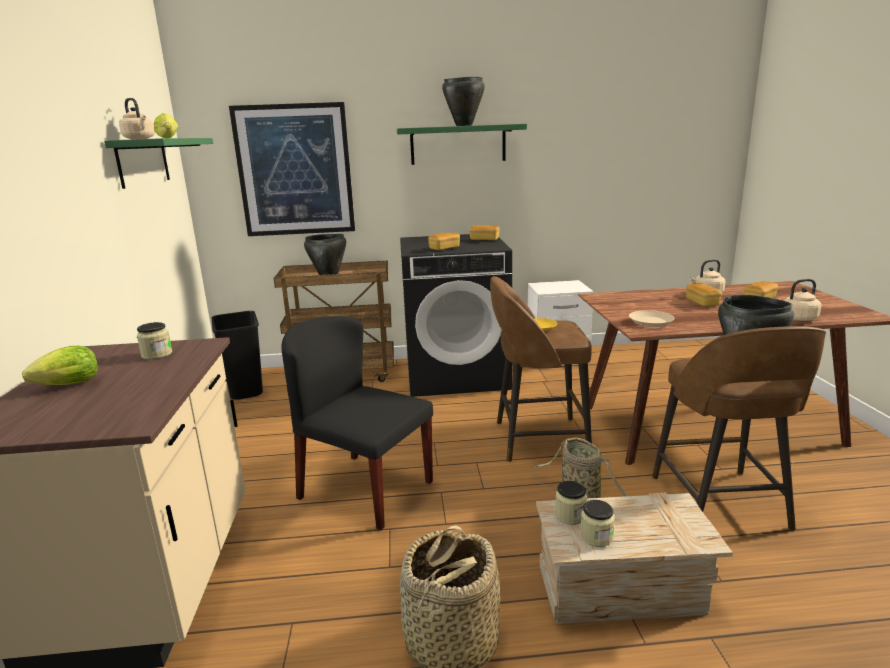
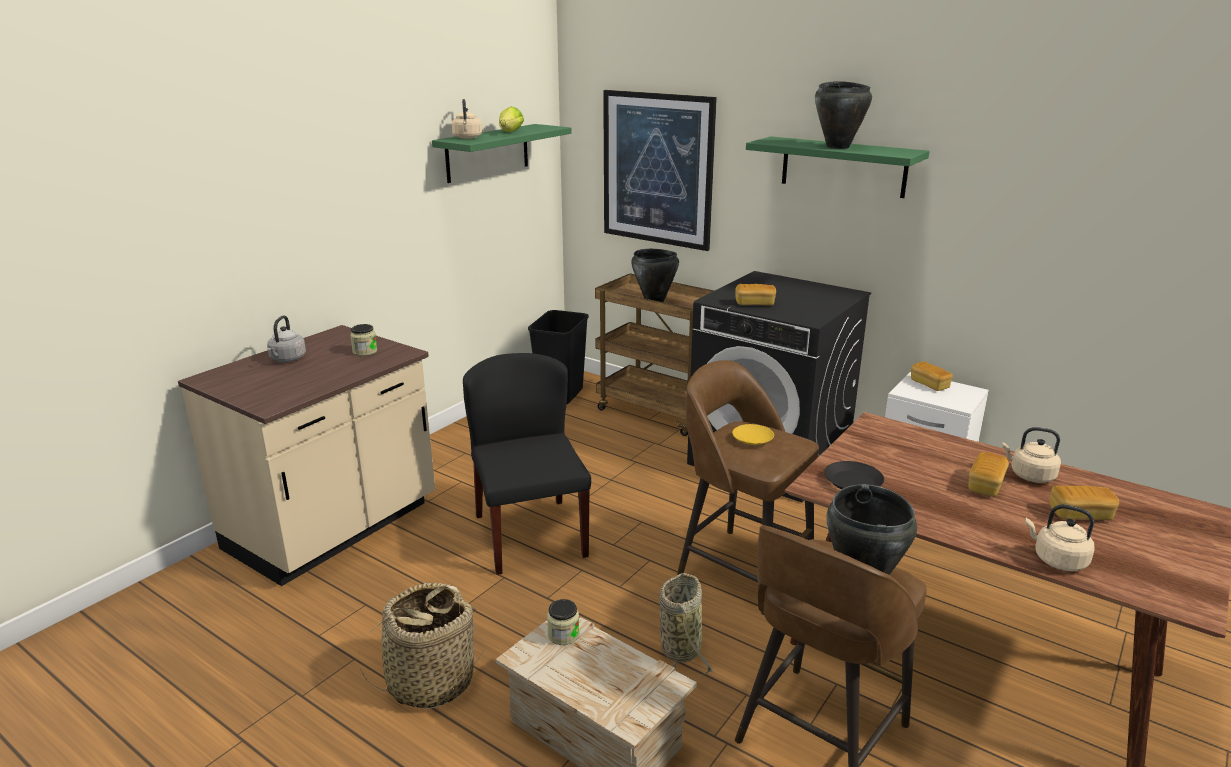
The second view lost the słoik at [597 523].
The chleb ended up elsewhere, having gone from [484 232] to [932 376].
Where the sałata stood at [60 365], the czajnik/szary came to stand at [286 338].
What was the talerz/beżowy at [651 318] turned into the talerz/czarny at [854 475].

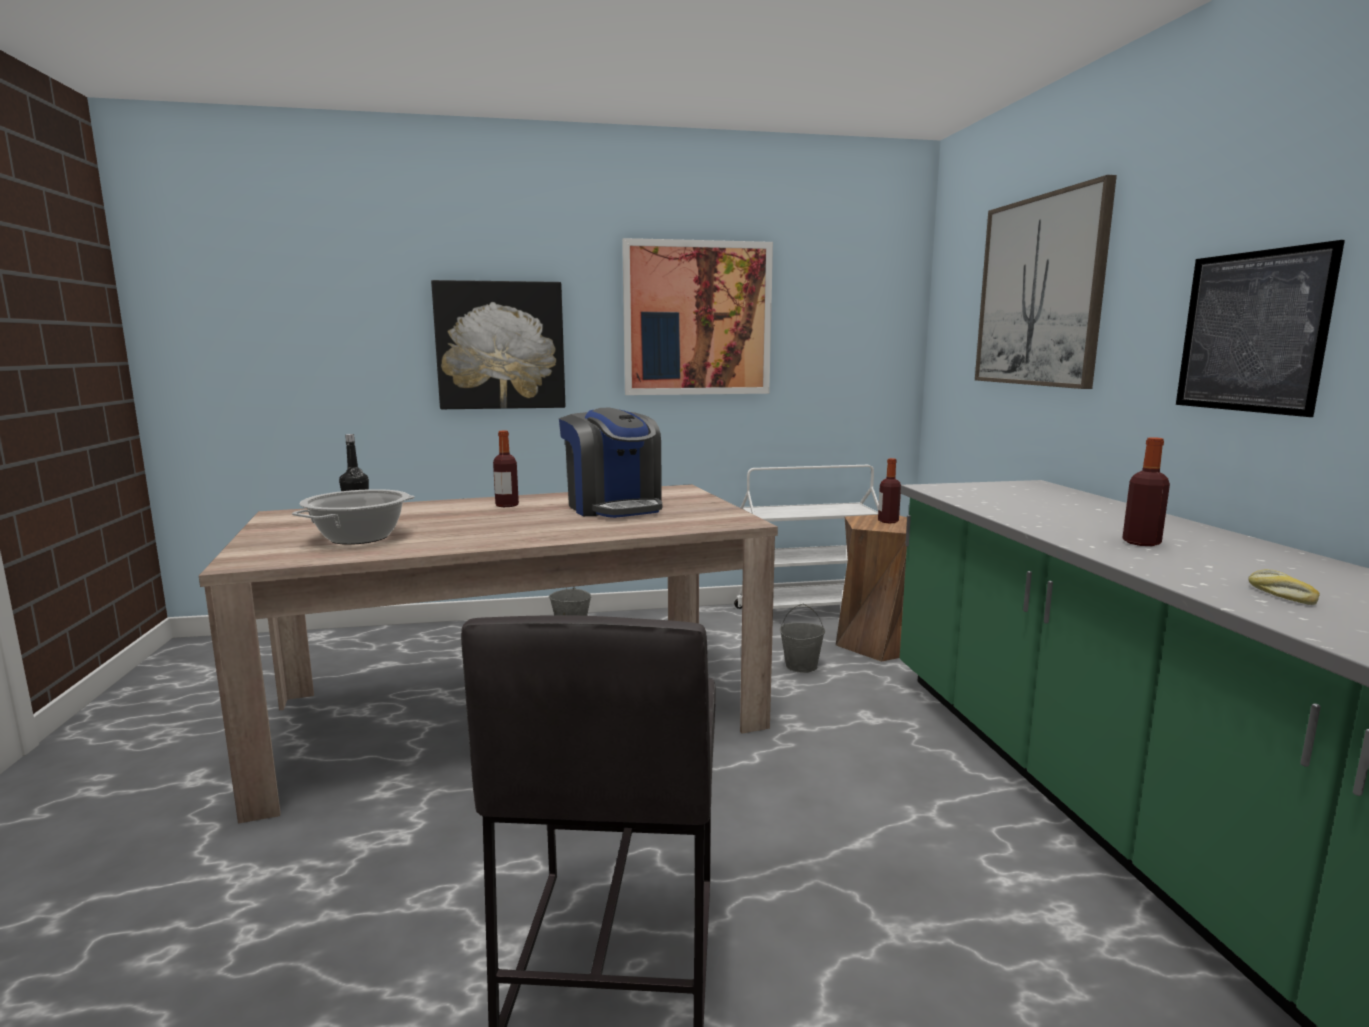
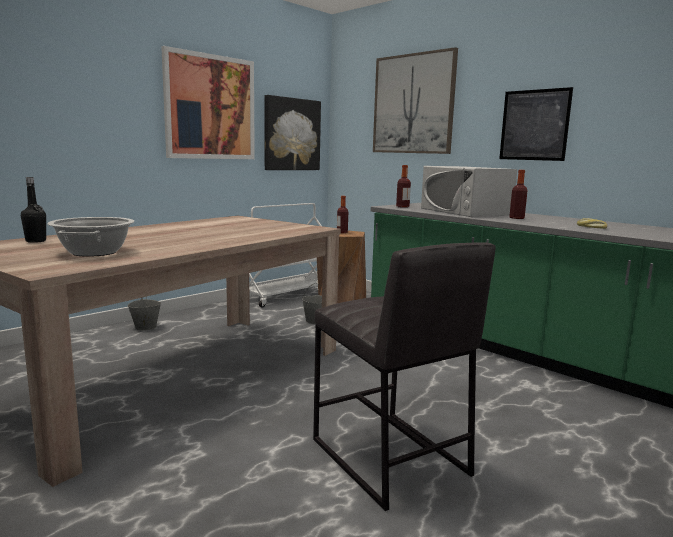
The second view lost the ekspres do kawy at [610 463].
The second view gained the mikrofalówka/biały at [469 191].
The obraz ended up elsewhere, having gone from [498 344] to [292 132].
The butelka ended up elsewhere, having gone from [506 469] to [403 186].

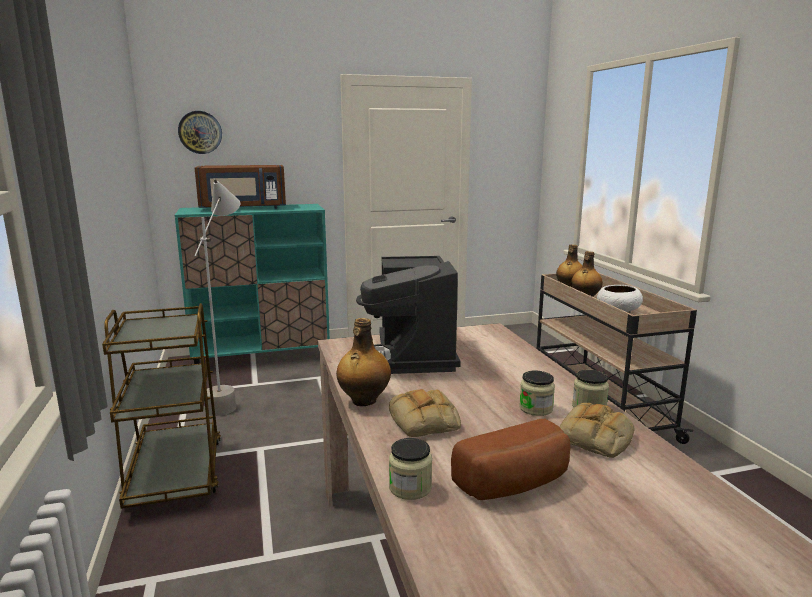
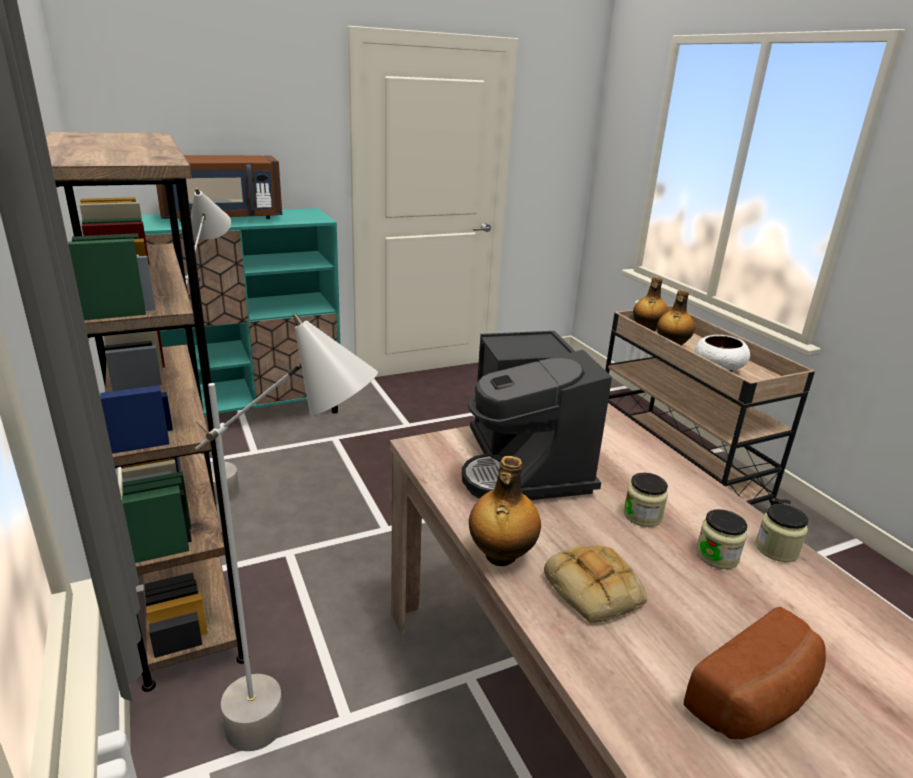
The second view lost the zegar ścienny at [200 132].
The second view lost the chleb at [596 430].
The second view gained the lampa stojąca/szary at [286 532].
The słoik ended up elsewhere, having gone from [410 469] to [645 500].
Where the wózek/brązowy stood at [161 406], the regał/brązowy came to stand at [145 412].

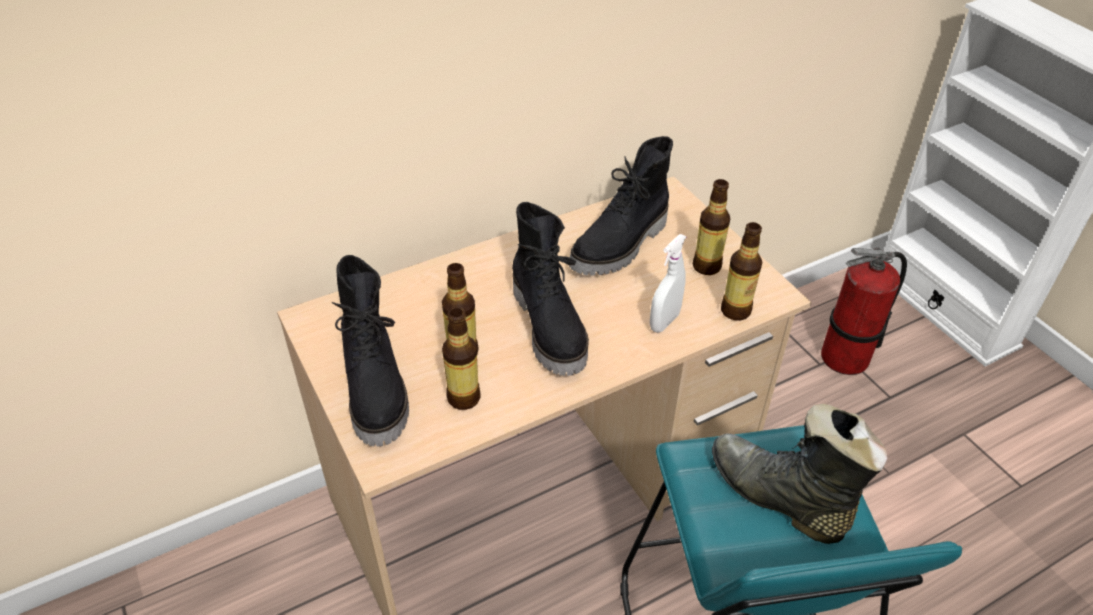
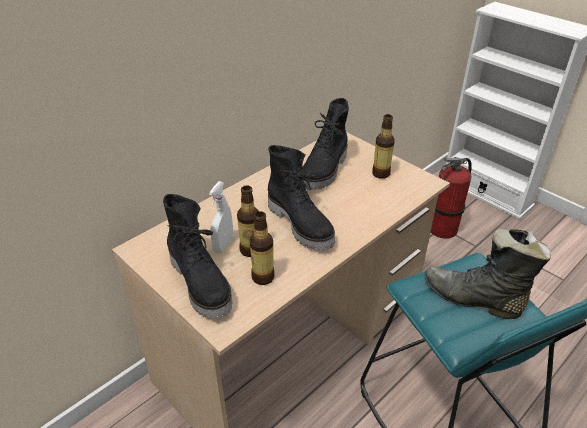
The second view lost the butelka at [741 271].
The spryskiwacz/biały ended up elsewhere, having gone from [668 283] to [221 217].

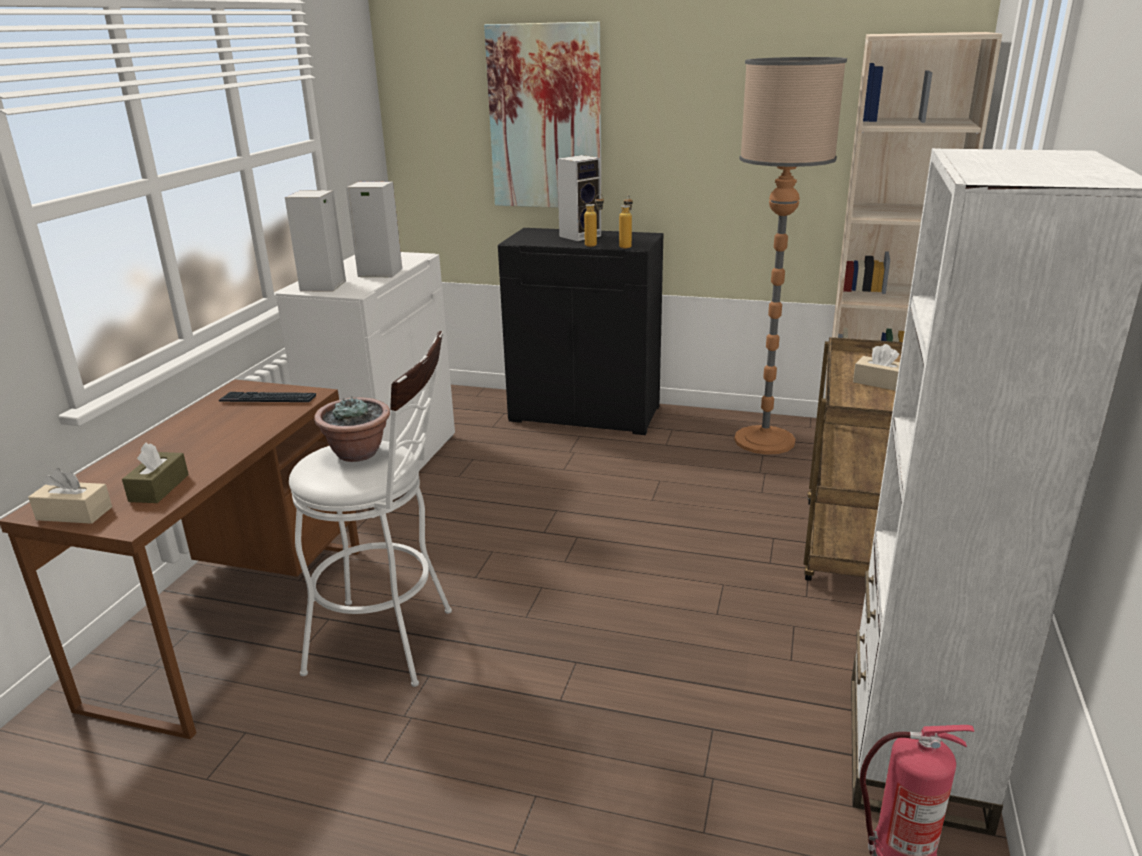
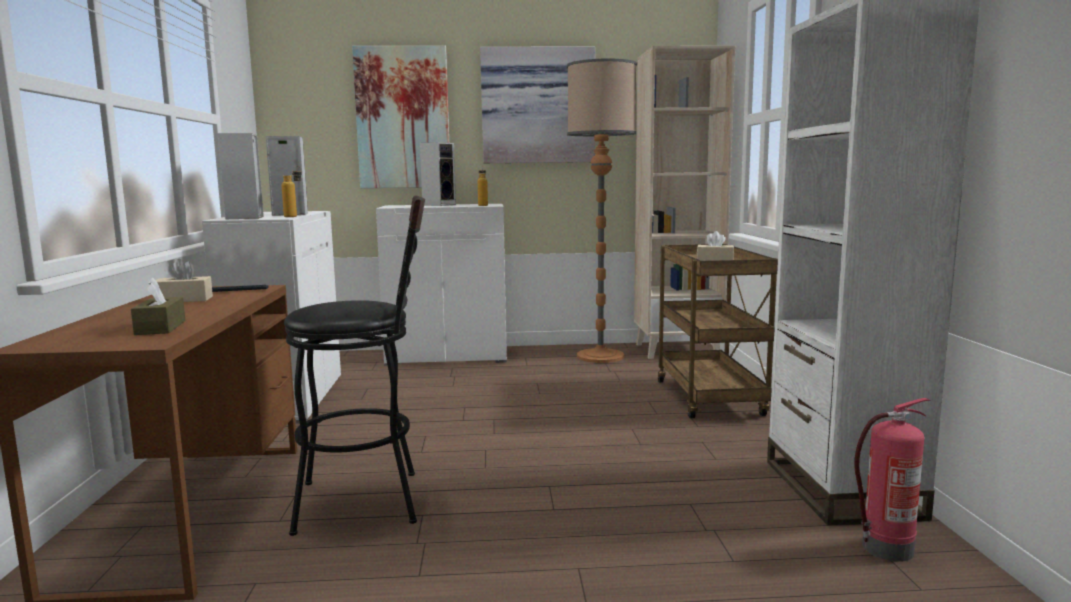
The second view lost the roślina doniczkowa at [352 429].
The second view gained the obraz at [537 104].
The pudełko chusteczek/beżowy ended up elsewhere, having gone from [70 496] to [183 280].
The butelka ended up elsewhere, having gone from [594 220] to [292 191].
What was the stołek/biały at [370 509] turned into the stołek/czarny at [354 366].
What was the szafka/czarny at [580 331] turned into the szafka/biały at [441 285].

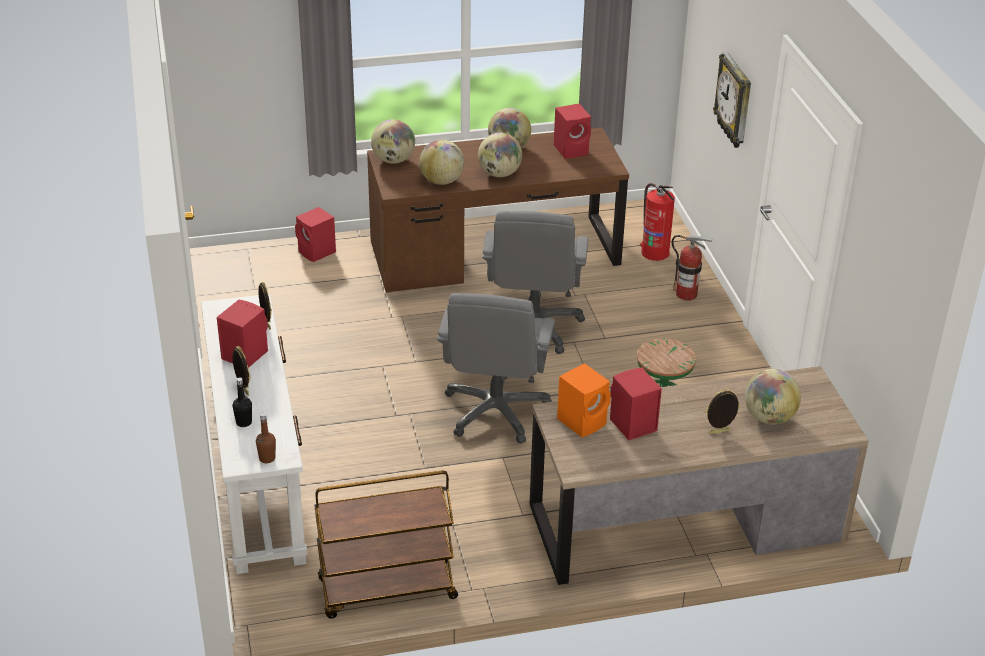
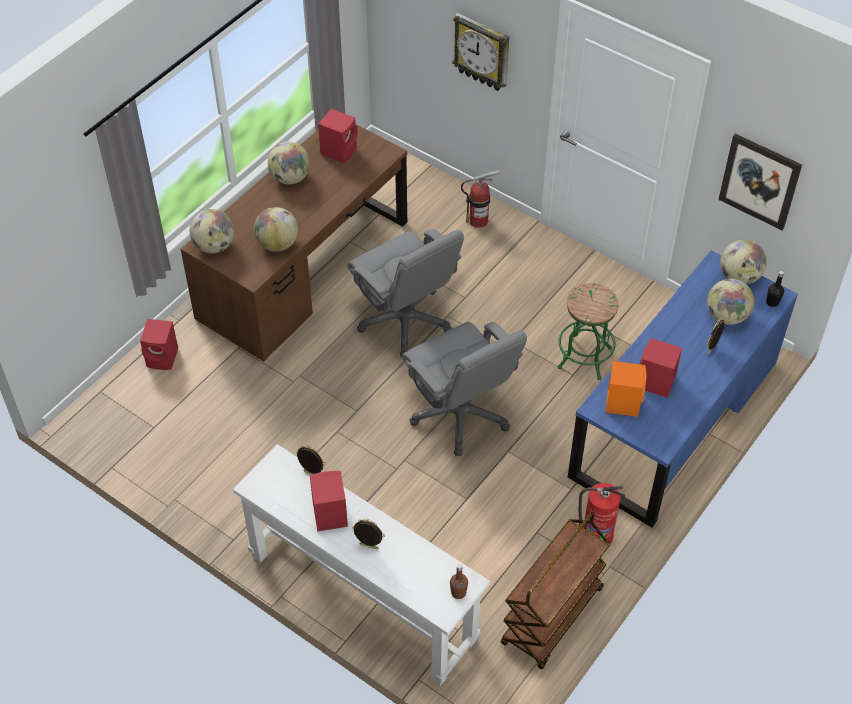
The second view gained the obraz at [760 182].
The butelka/czarny ended up elsewhere, having gone from [242 402] to [775 289].
The globus ended up elsewhere, having gone from [500 155] to [743 262].
The gaśnica ended up elsewhere, having gone from [657 222] to [602 513].
What was the biurko/brązowy at [699 475] turned into the biurko/niebieski at [683 388].

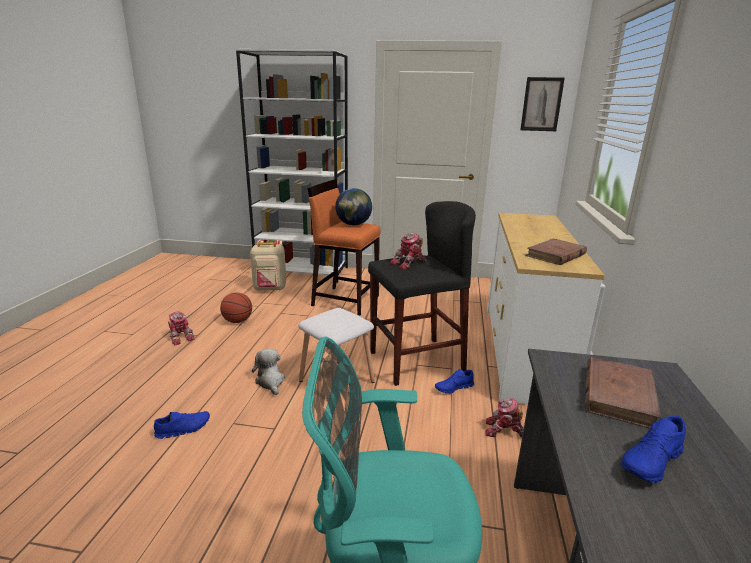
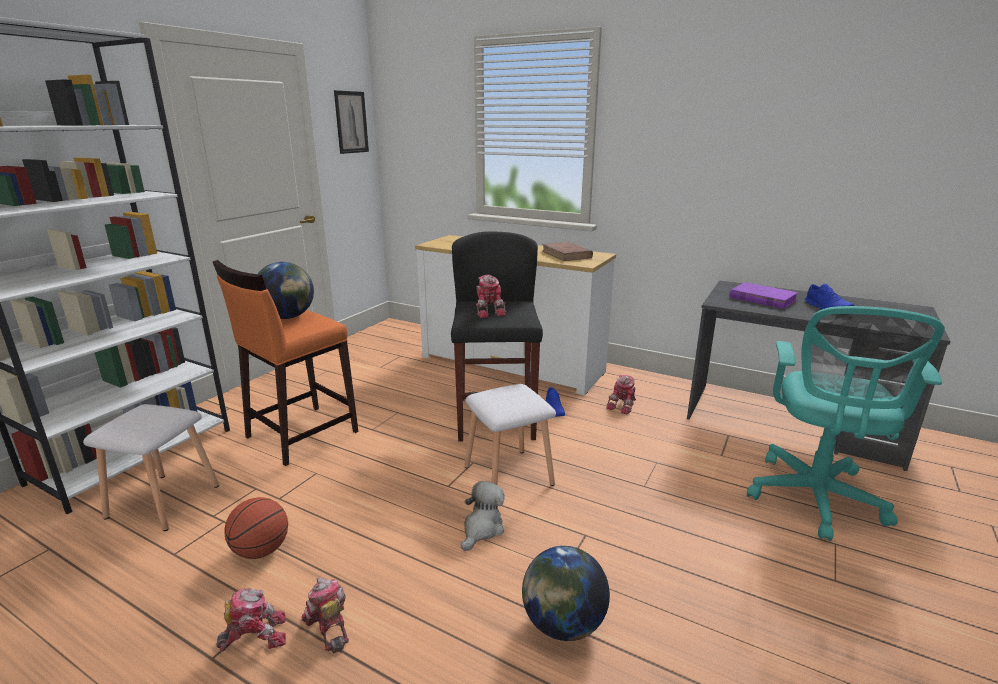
The second view gained the robot zabawkowy at [325 615].
Where the but/niebieski stood at [182 425], the globus came to stand at [566 593].
Where the plecak/beżowy stood at [268 265], the stołek/biały came to stand at [151 467].
What was the książka/brązowy at [623 393] turned into the książka/fioletowy at [764 295].
The pluszak at [268 372] ended up facing another way, 120 degrees clockwise from before.

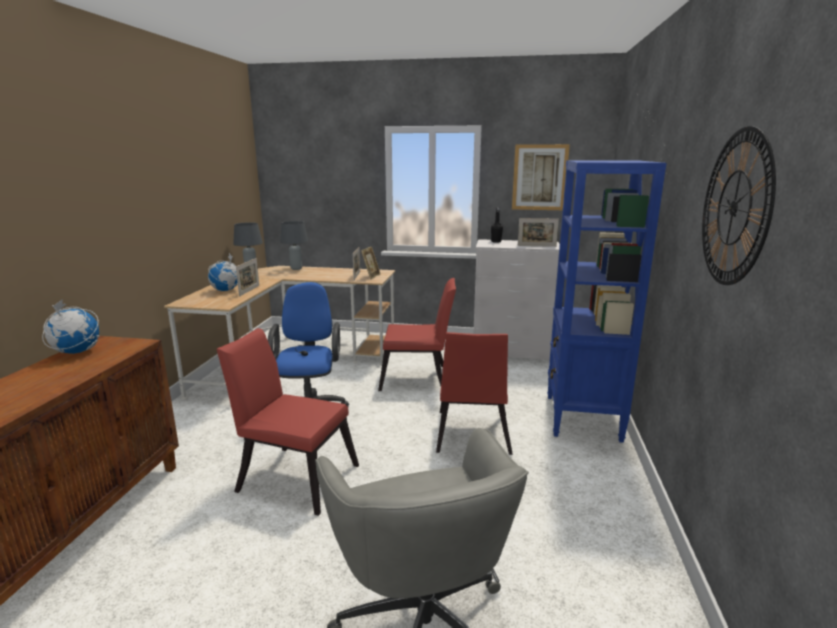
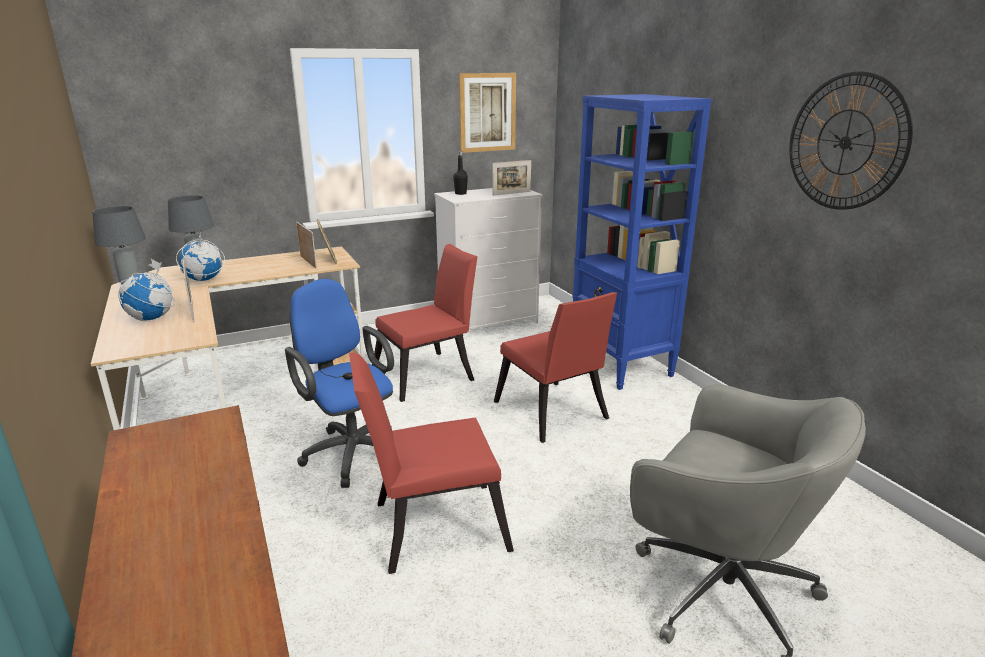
The globus ended up elsewhere, having gone from [70 326] to [200 257].

